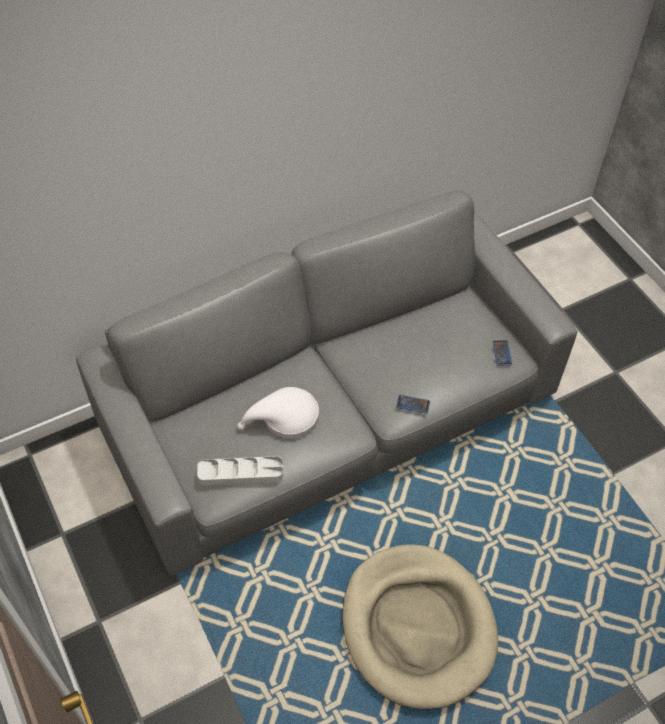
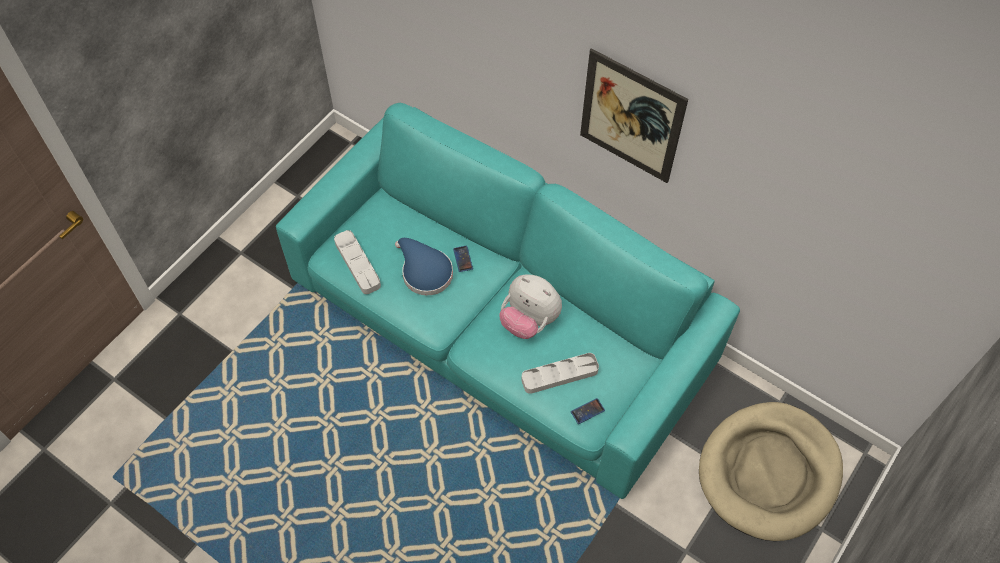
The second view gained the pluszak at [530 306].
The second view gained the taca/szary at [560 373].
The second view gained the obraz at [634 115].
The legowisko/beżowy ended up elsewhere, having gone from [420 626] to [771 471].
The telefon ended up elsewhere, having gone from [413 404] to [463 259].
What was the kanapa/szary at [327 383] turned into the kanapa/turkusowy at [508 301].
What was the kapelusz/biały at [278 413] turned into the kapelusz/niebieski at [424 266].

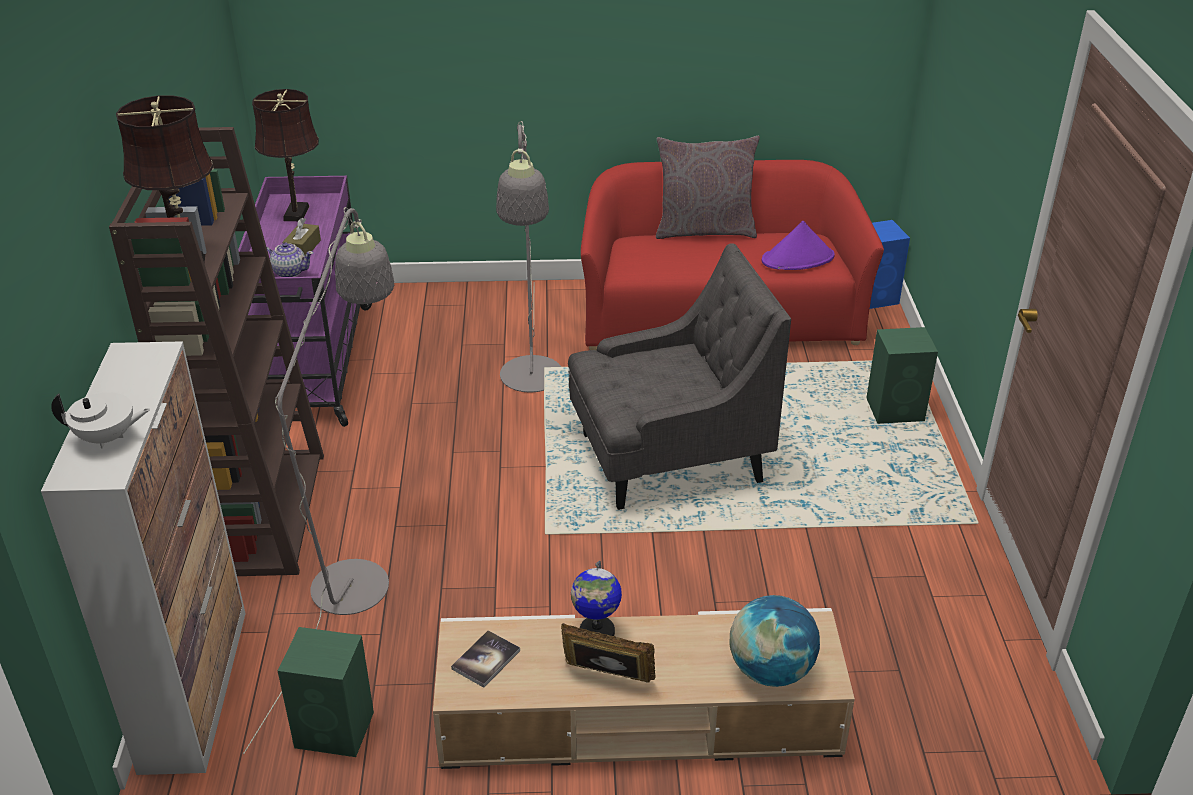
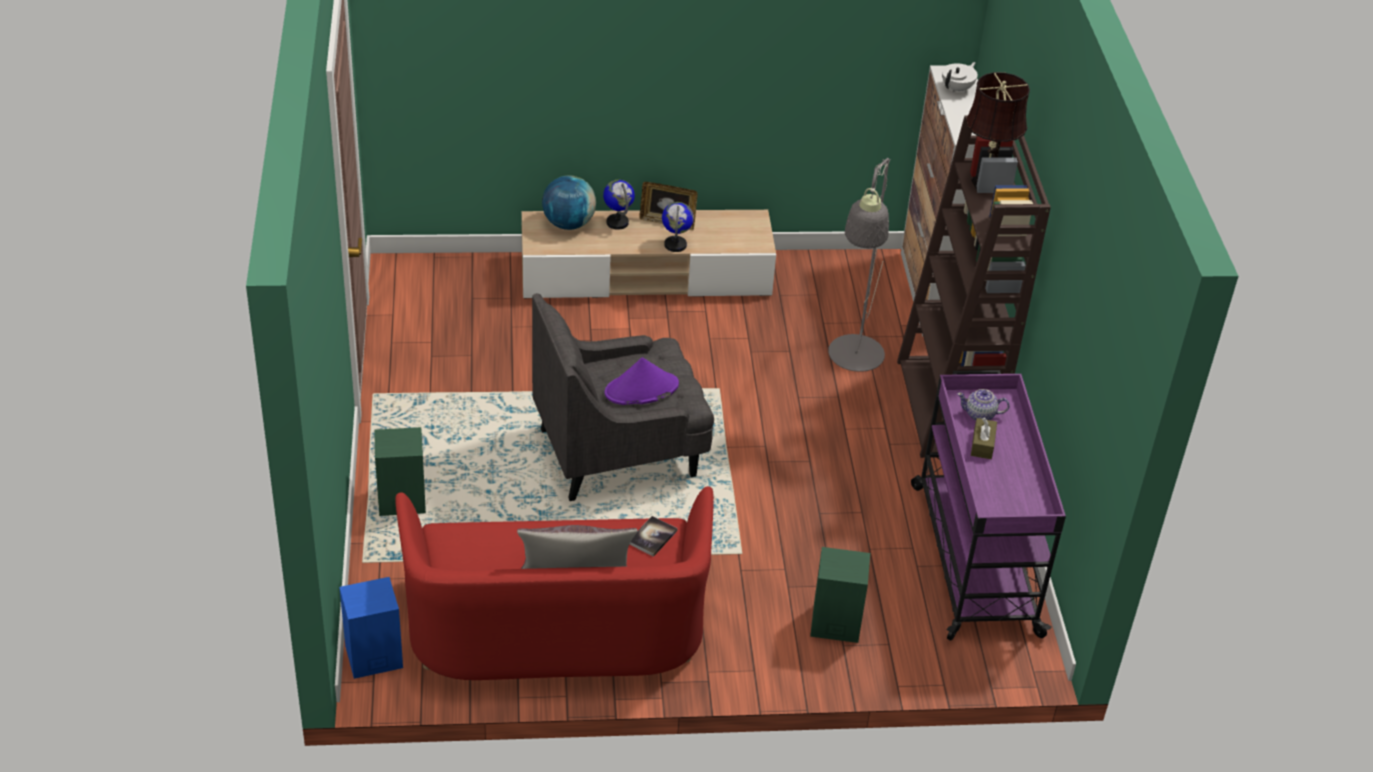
The second view lost the lampa stołowa/brązowy at [285 155].
The second view lost the lampa stojąca/szary at [528 256].
The second view gained the globus at [619 204].
The głośnik/zielony ended up elsewhere, having gone from [326 692] to [840 595].
The książka ended up elsewhere, having gone from [485 659] to [653 536].
The kapelusz/fioletowy ended up elsewhere, having gone from [798 245] to [642 381].
The imbryk/biały at [100 420] ended up facing another way, 135 degrees clockwise from before.

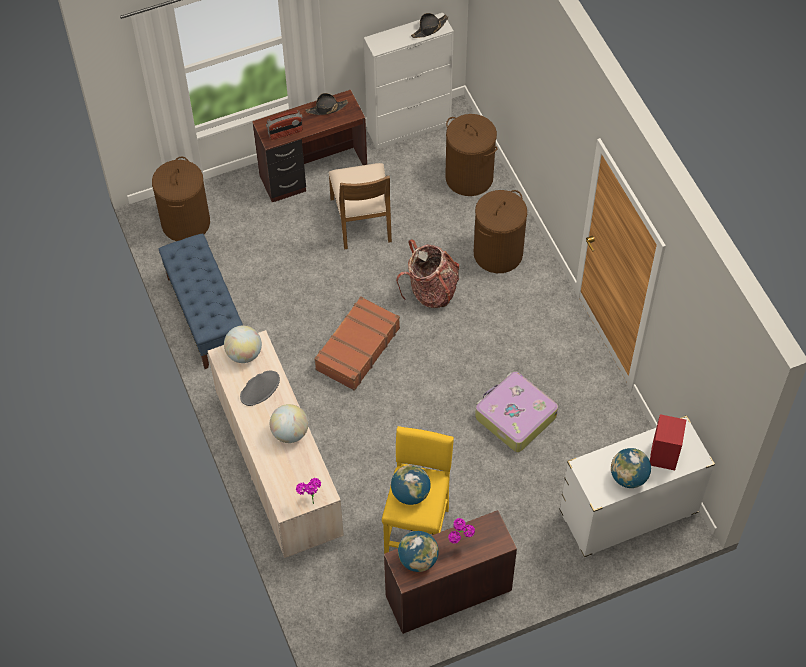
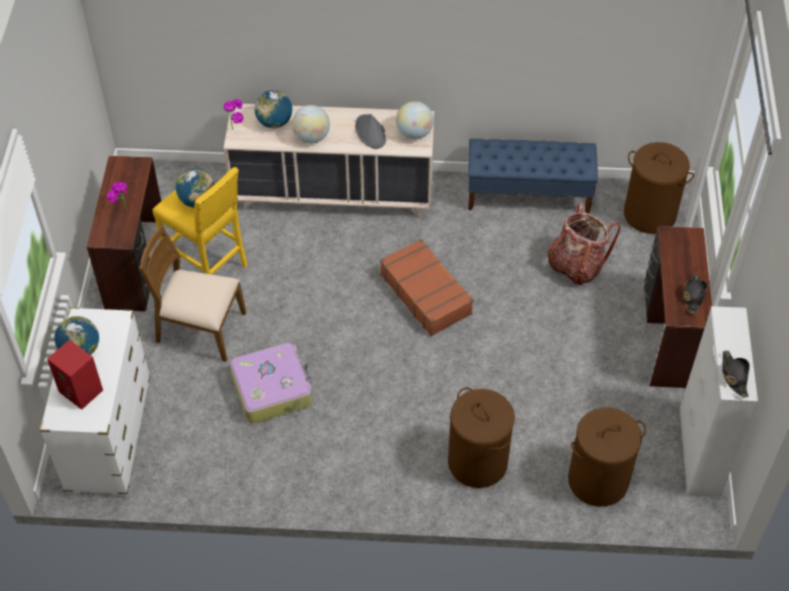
The second view lost the radio at [284 125].
The krzesło/brązowy ended up elsewhere, having gone from [360 206] to [192 293].
The plecak ended up elsewhere, having gone from [428 273] to [584 244].
The globus ended up elsewhere, having gone from [418 551] to [273 109].

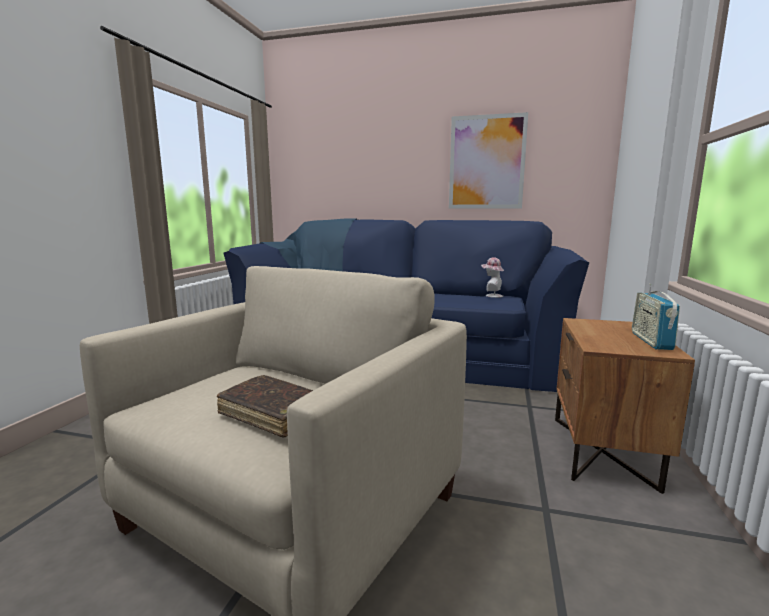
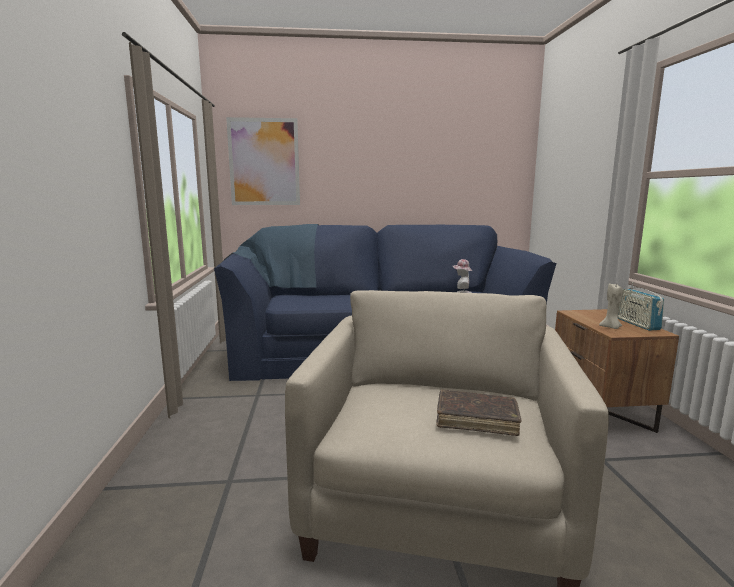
The second view gained the świeca/beżowy at [611 306].
The obraz ended up elsewhere, having gone from [488 160] to [263 161].

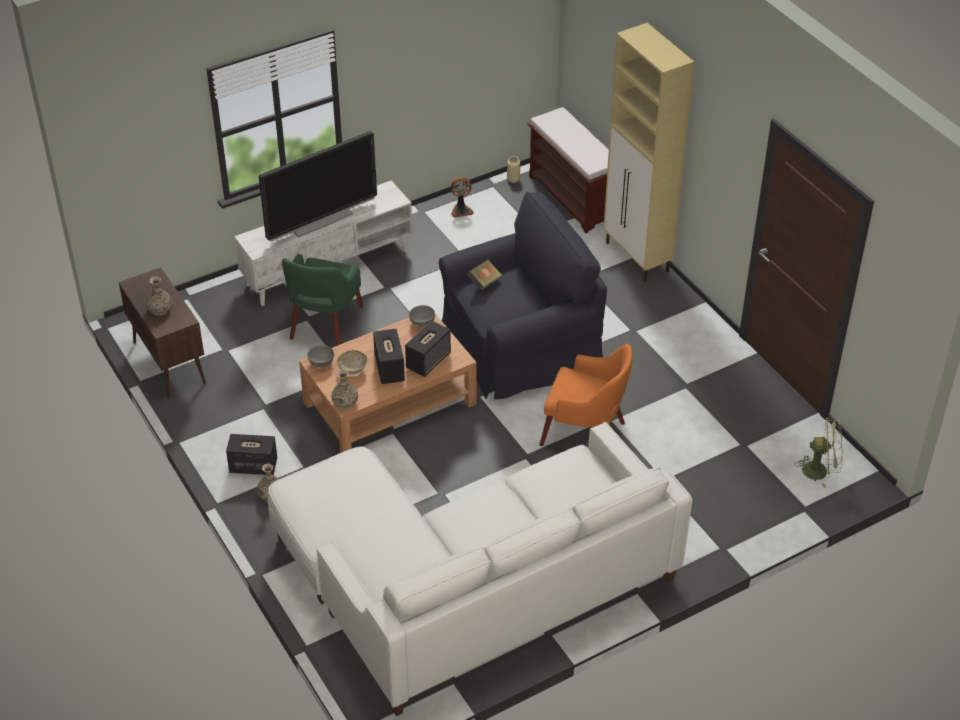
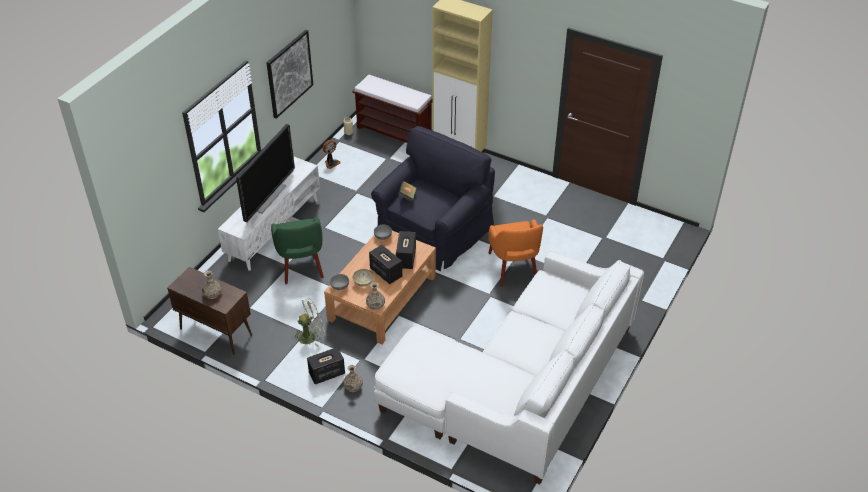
The second view gained the obraz at [290 74].
The wentylator/zielony ended up elsewhere, having gone from [819 452] to [308 322].
The fotel/pomarańczowy at [586 395] ended up facing another way, 90 degrees clockwise from before.

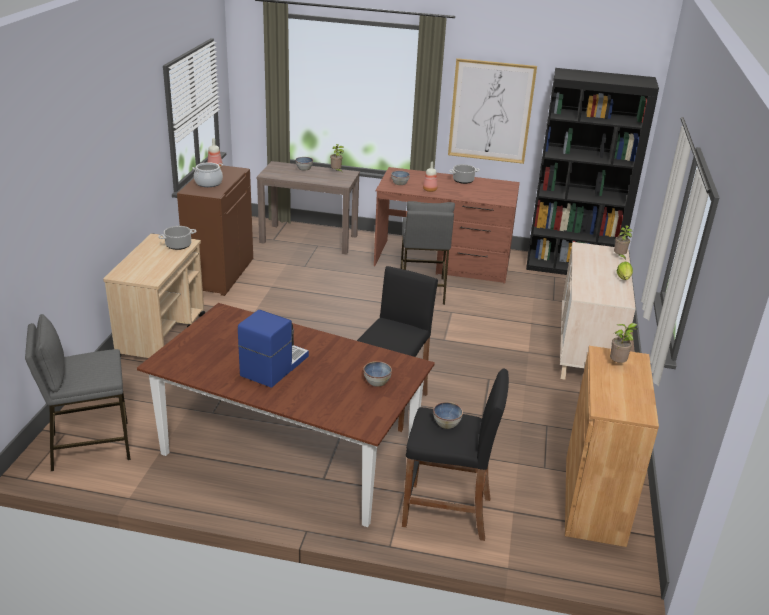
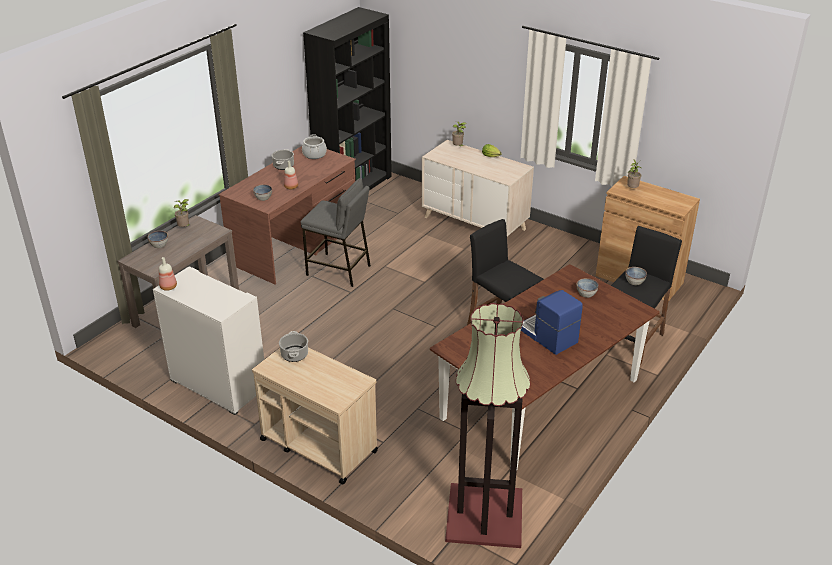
The second view lost the obraz at [492 111].
The garnek ended up elsewhere, having gone from [207 174] to [314 146].
Where the stołek/szary stood at [78 392], the lampa stojąca came to stand at [487 425].
What was the szafka/brązowy at [215 231] turned into the szafka/biały at [208 340].

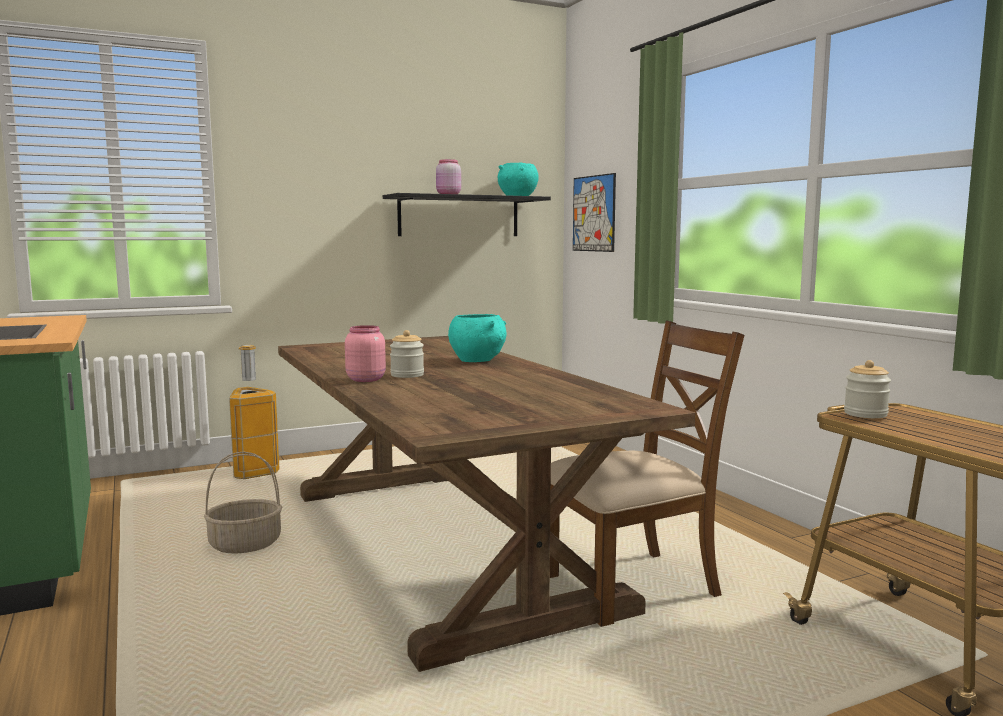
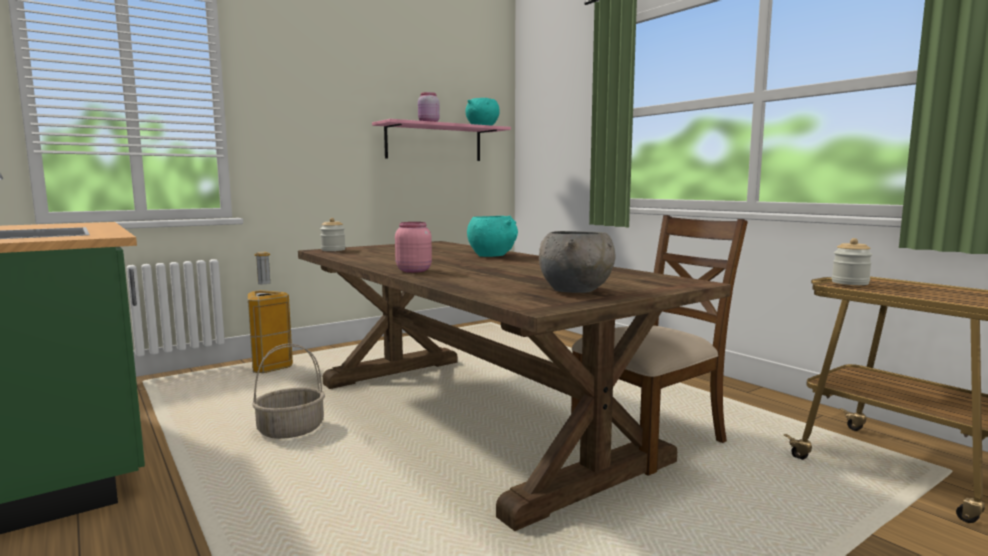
The second view lost the obraz at [594 212].
The second view gained the miska/szary at [577 262].
The słoik ended up elsewhere, having gone from [407 354] to [333 234].
What was the półka/czarny at [467 214] turned into the półka/różowy at [441 140].

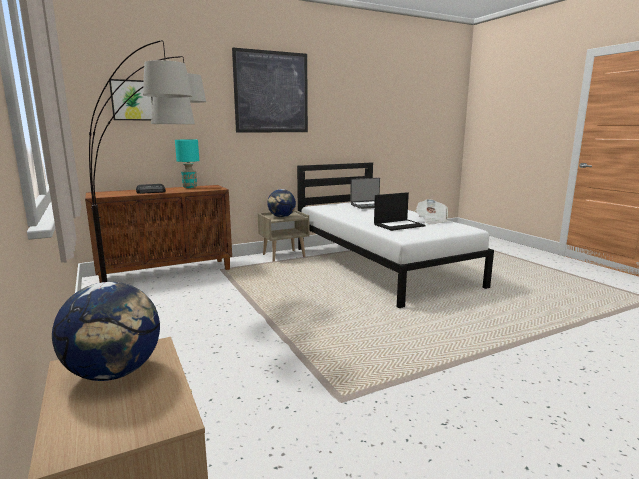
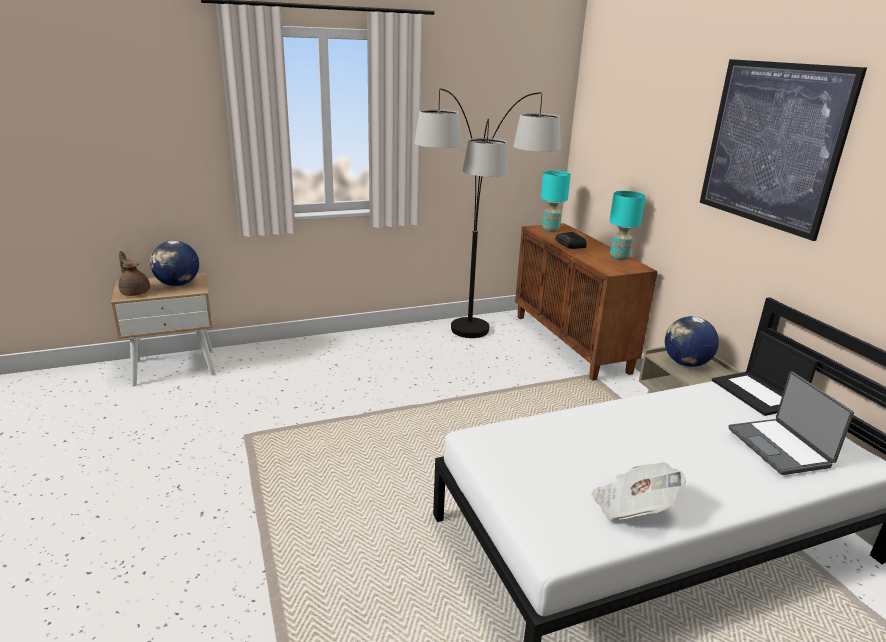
The second view lost the obraz at [131 100].
The second view gained the imbryk/brązowy at [134 273].
The second view gained the lampa stołowa/turkusowy at [556 201].
The laptop ended up elsewhere, having gone from [399 211] to [765 373].

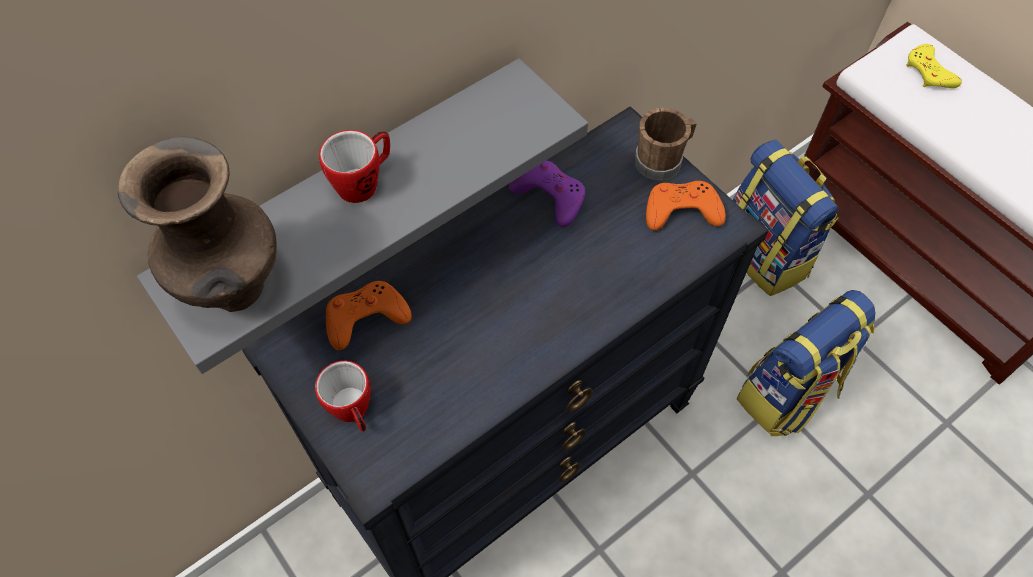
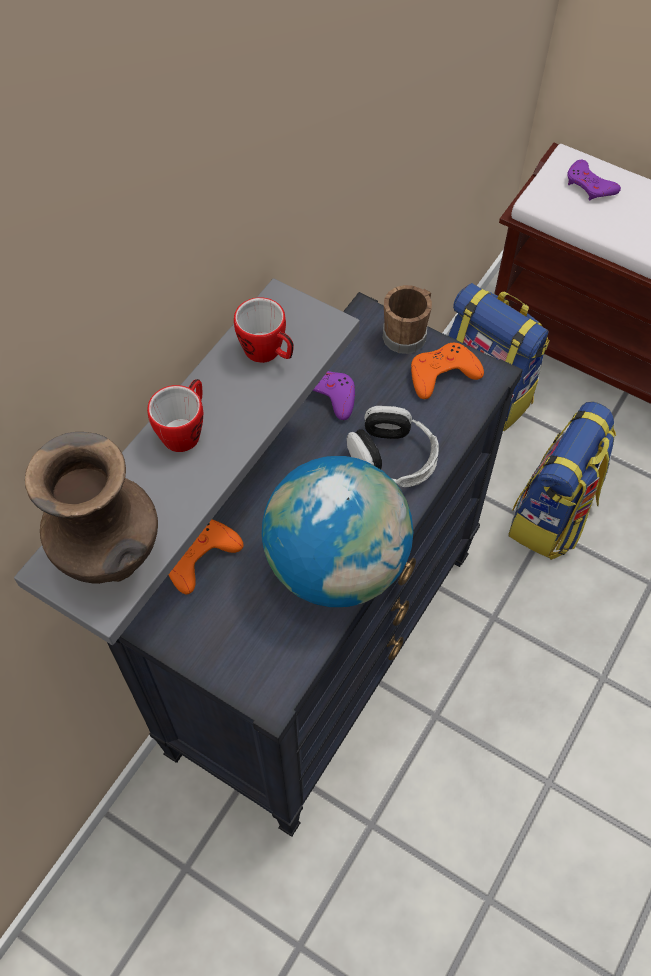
The second view gained the globus at [337 531].
The second view gained the słuchawki at [392 446].
The kubek ended up elsewhere, having gone from [343 396] to [264 330].
What was the pad do gier/żółty at [934 66] turned into the pad do gier/fioletowy at [594 180].

